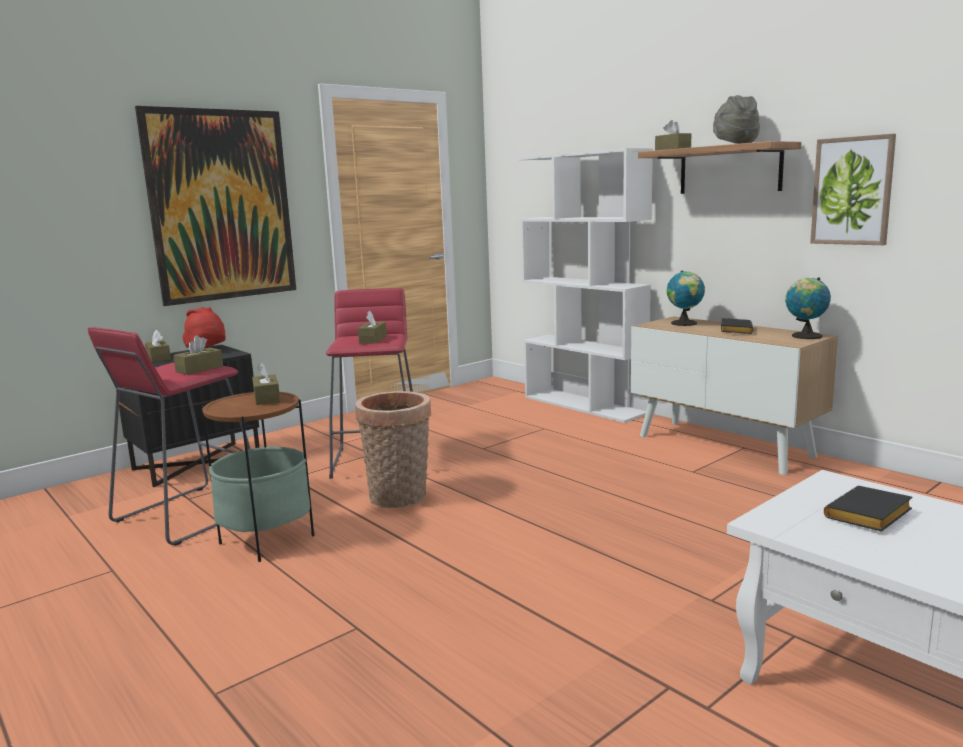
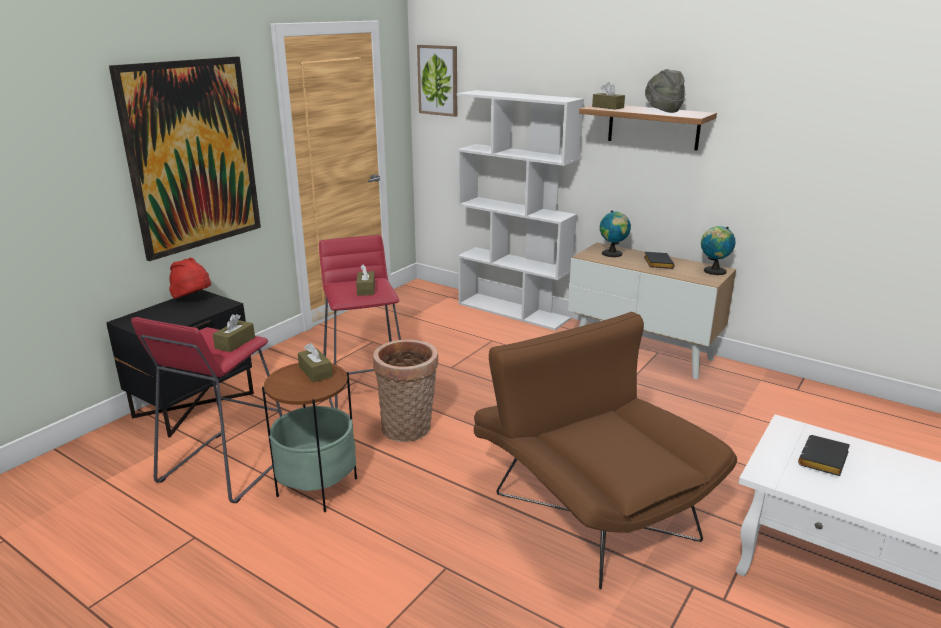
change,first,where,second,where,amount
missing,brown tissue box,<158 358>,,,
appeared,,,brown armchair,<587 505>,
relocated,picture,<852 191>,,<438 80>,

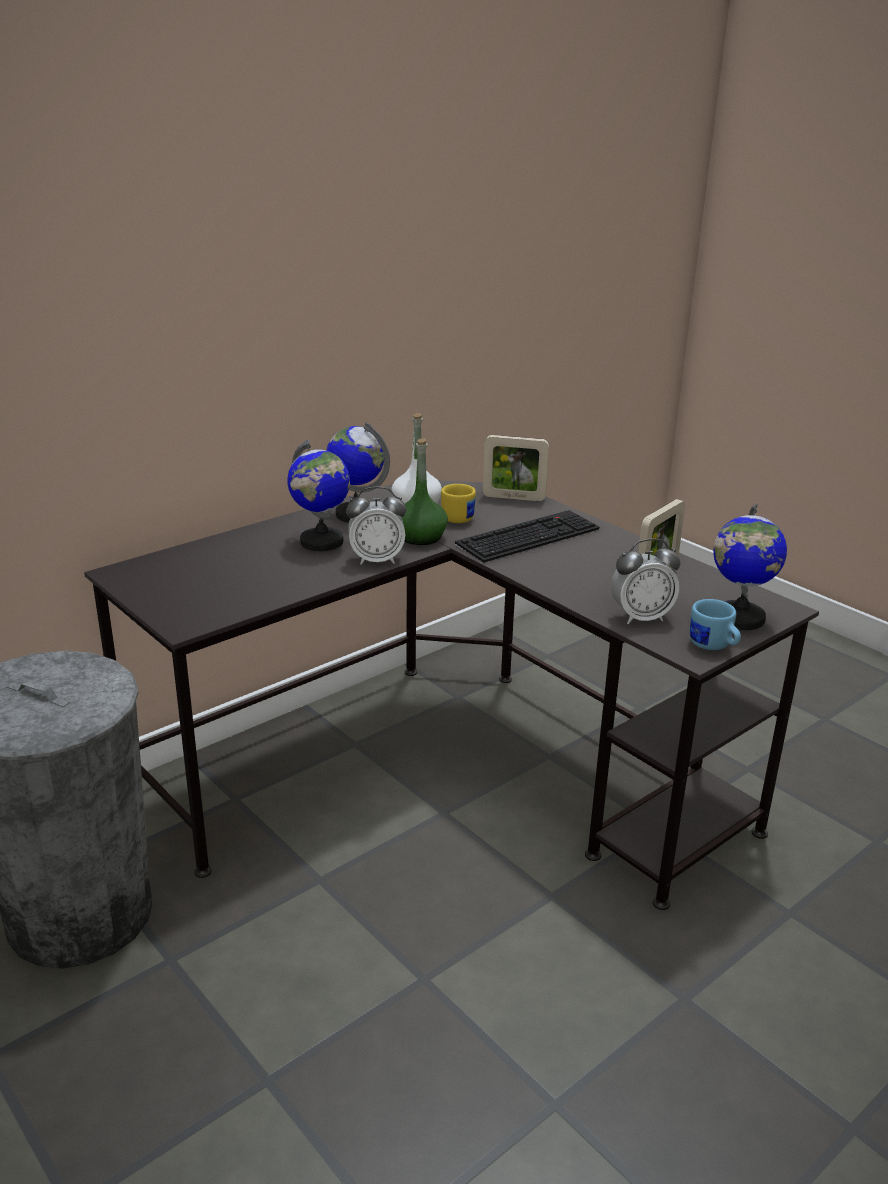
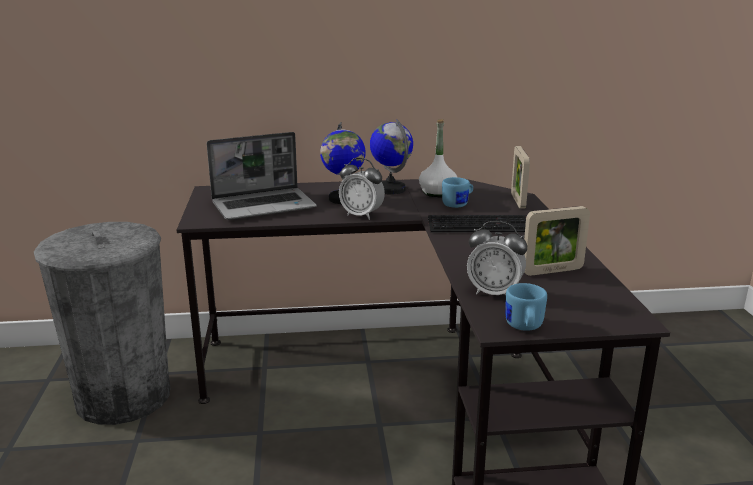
change,first,where,second,where,amount
missing,green bottle,<420 537>,,,
missing,globe,<739 618>,,,
appeared,,,laptop,<264 206>,
colour,yellow mug,<460 517>,blue mug,<458 204>,
spun,picture frame,<513 497>,,<518 201>,45 degrees clockwise

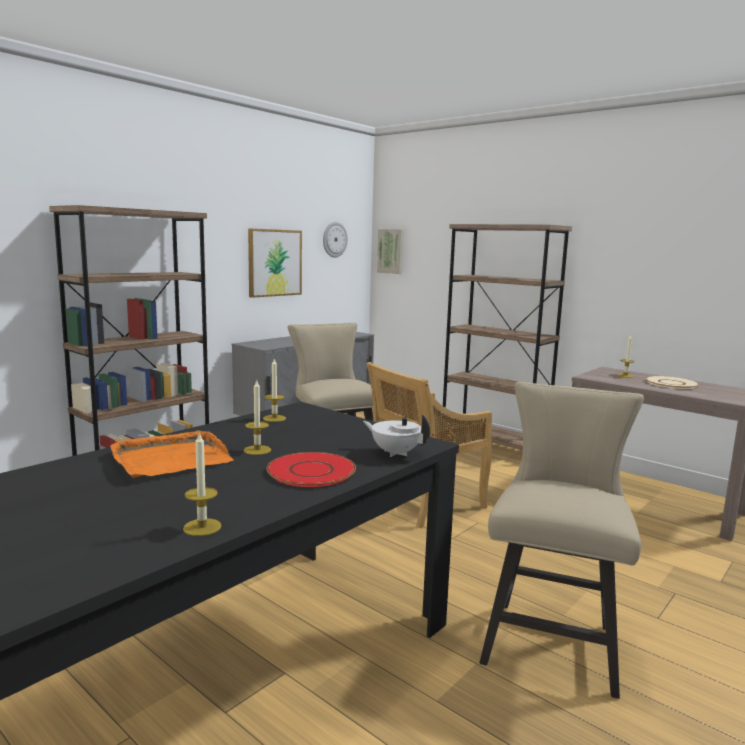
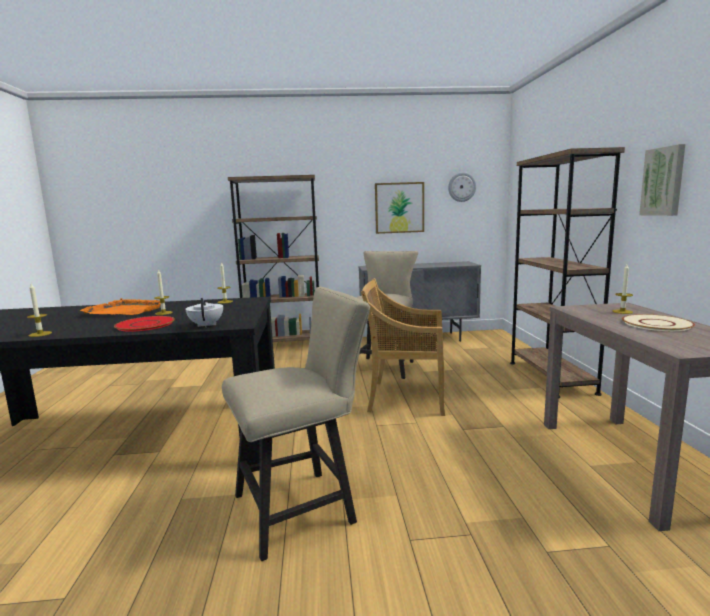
change,first,where,second,where,amount
relocated,picture,<391 251>,,<664 181>,

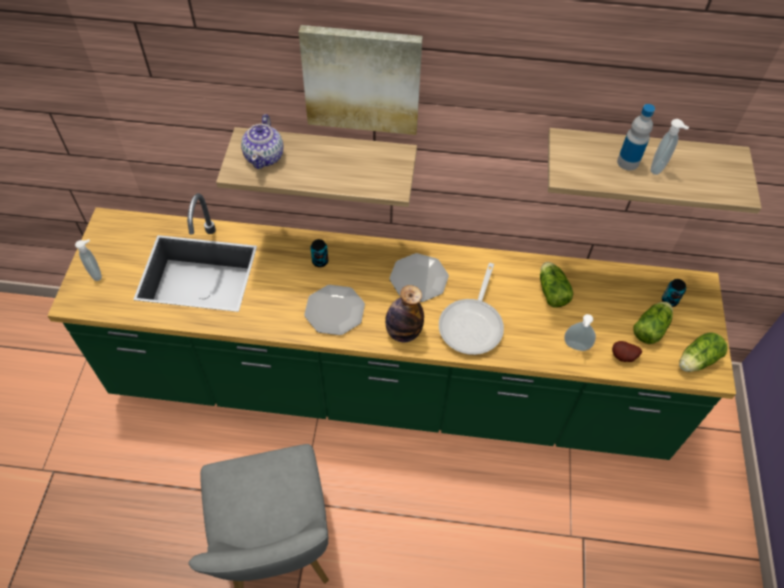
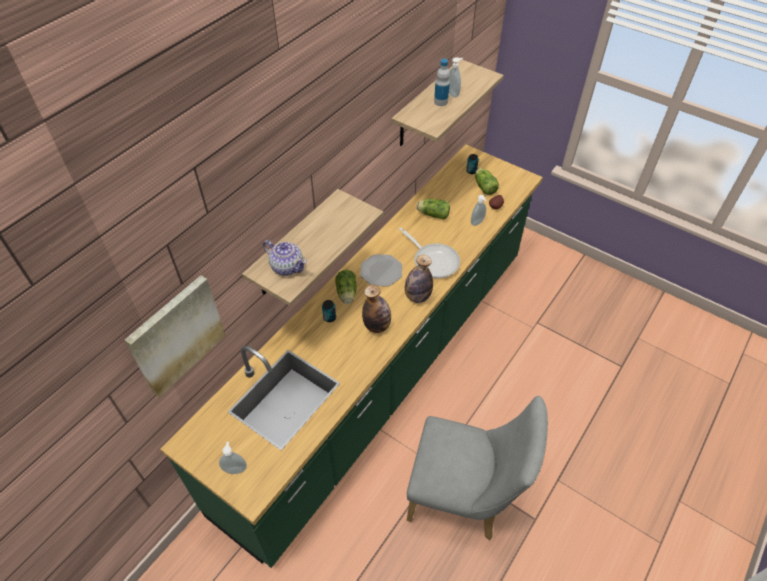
change,first,where,second,where,amount
relocated,picture,<362 79>,,<176 335>,
relocated,lettuce,<696 361>,,<347 294>,
exchanged,plate,<334 311>,bottle,<377 326>,

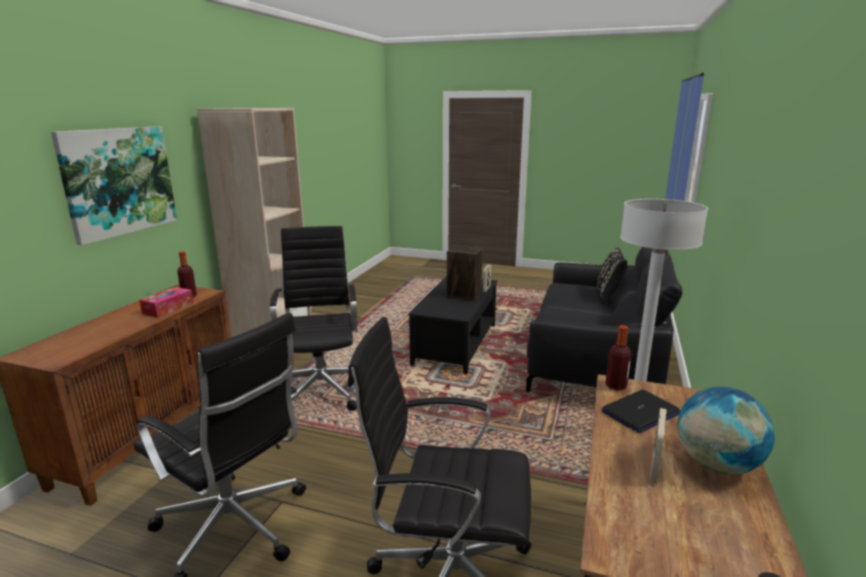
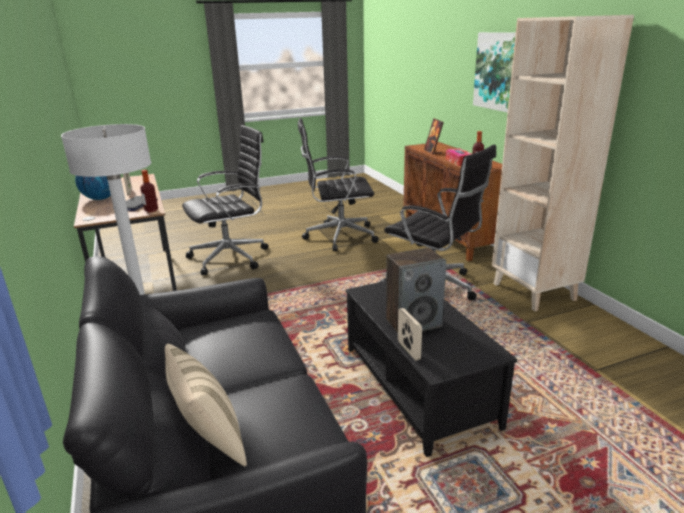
change,first,where,second,where,amount
appeared,,,picture frame,<433 152>,
colour,black pillow,<609 296>,beige pillow,<209 442>,

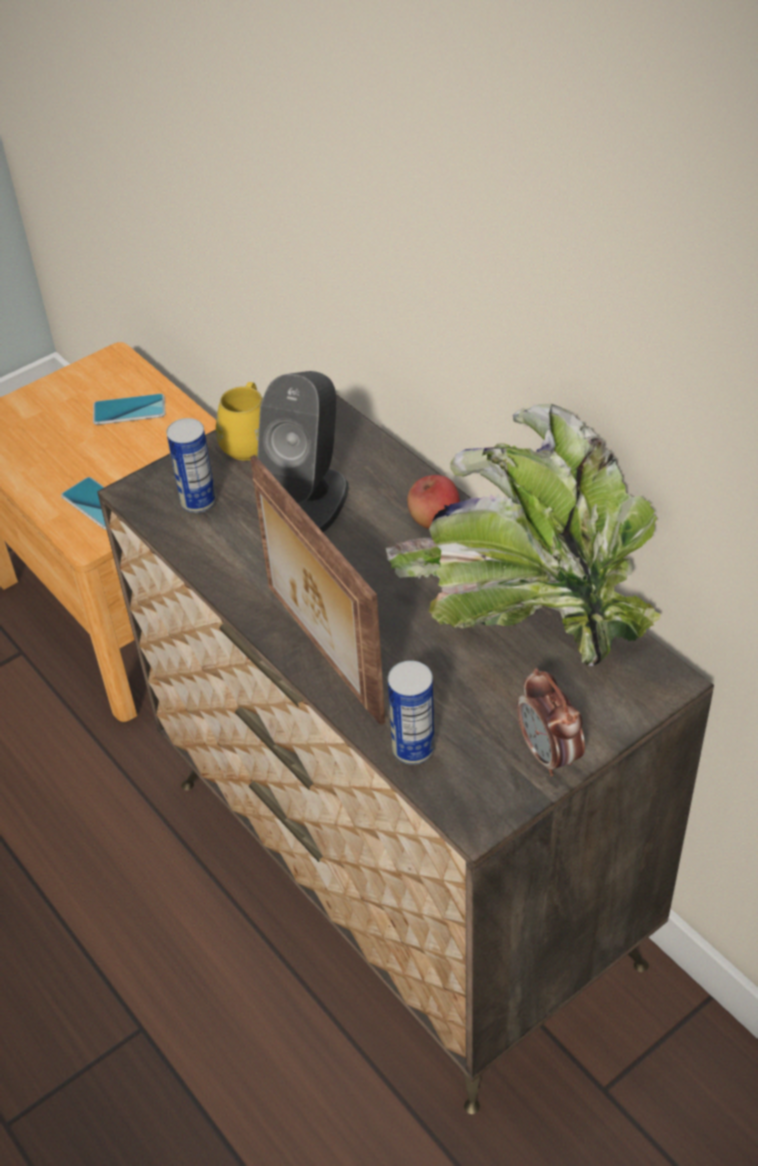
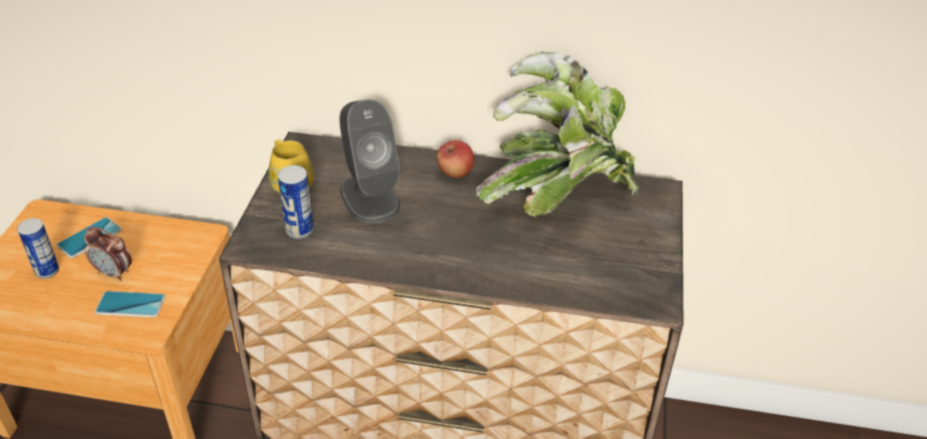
change,first,where,second,where,amount
missing,picture frame,<320 652>,,,
relocated,can,<413 749>,,<47 271>,
relocated,alarm clock,<549 754>,,<114 273>,

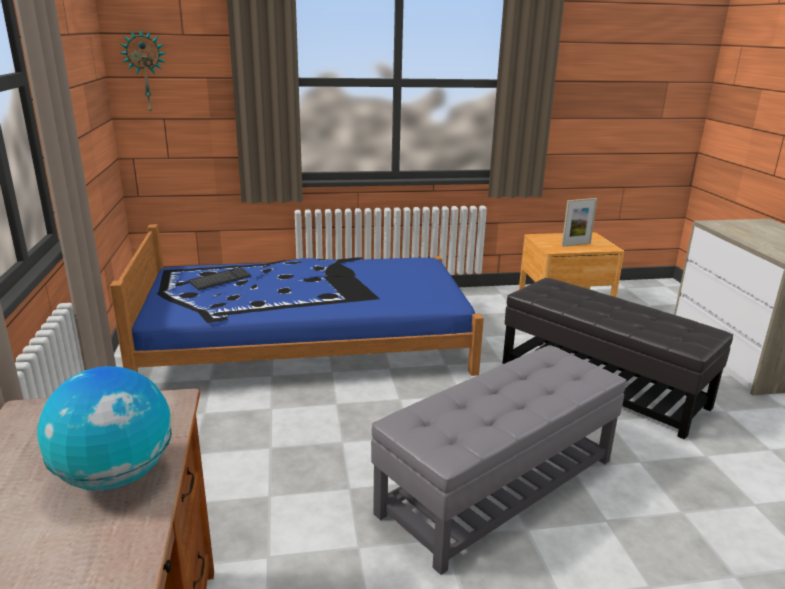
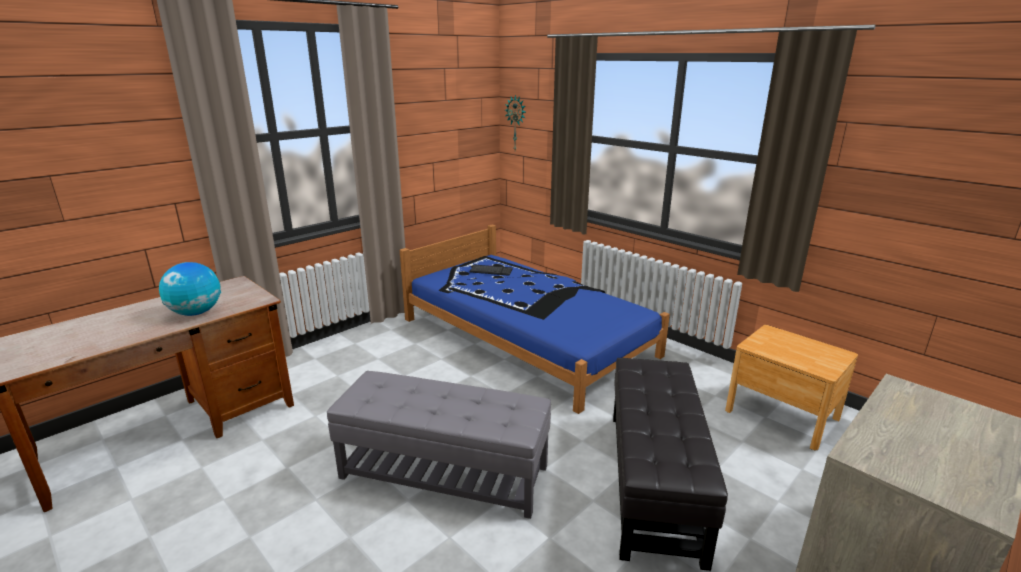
change,first,where,second,where,amount
missing,picture frame,<576 244>,,,

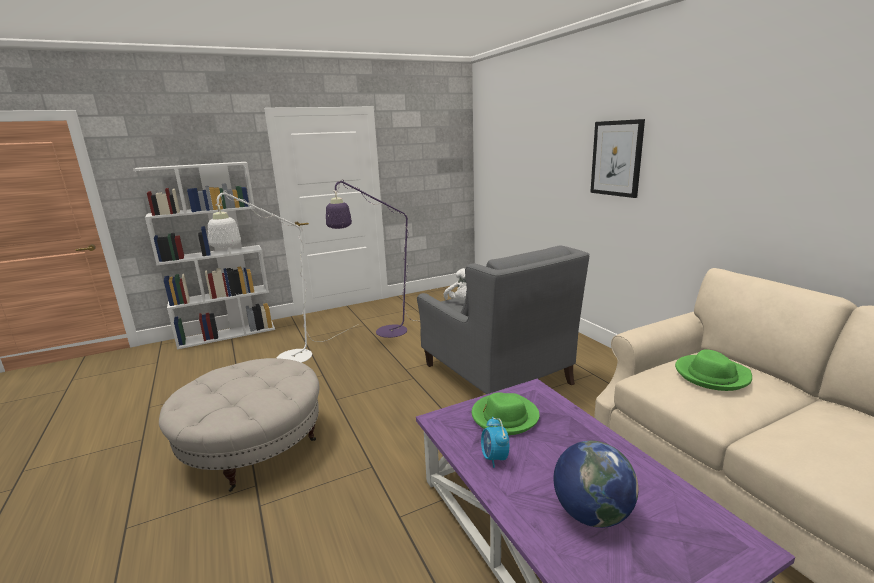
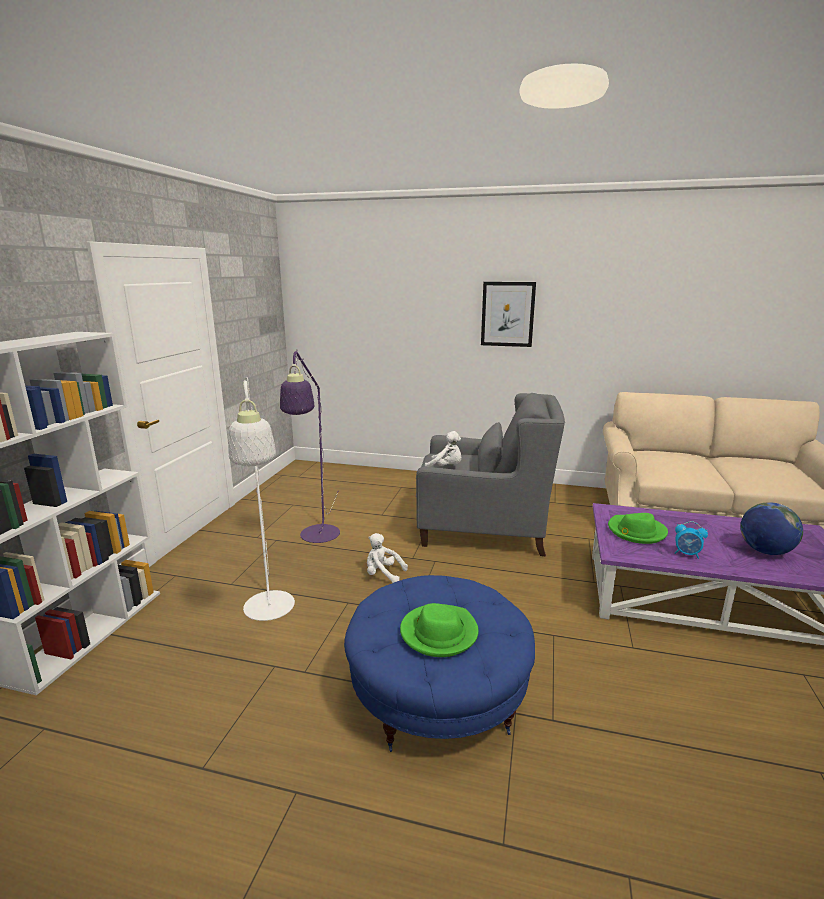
change,first,where,second,where,amount
appeared,,,white plush toy,<383 574>,
relocated,green hat,<711 375>,,<439 633>,
colour,beige ottoman,<253 446>,blue ottoman,<438 694>,

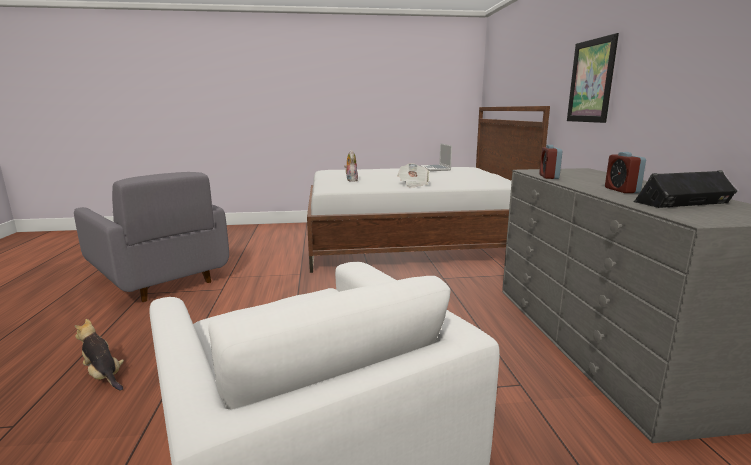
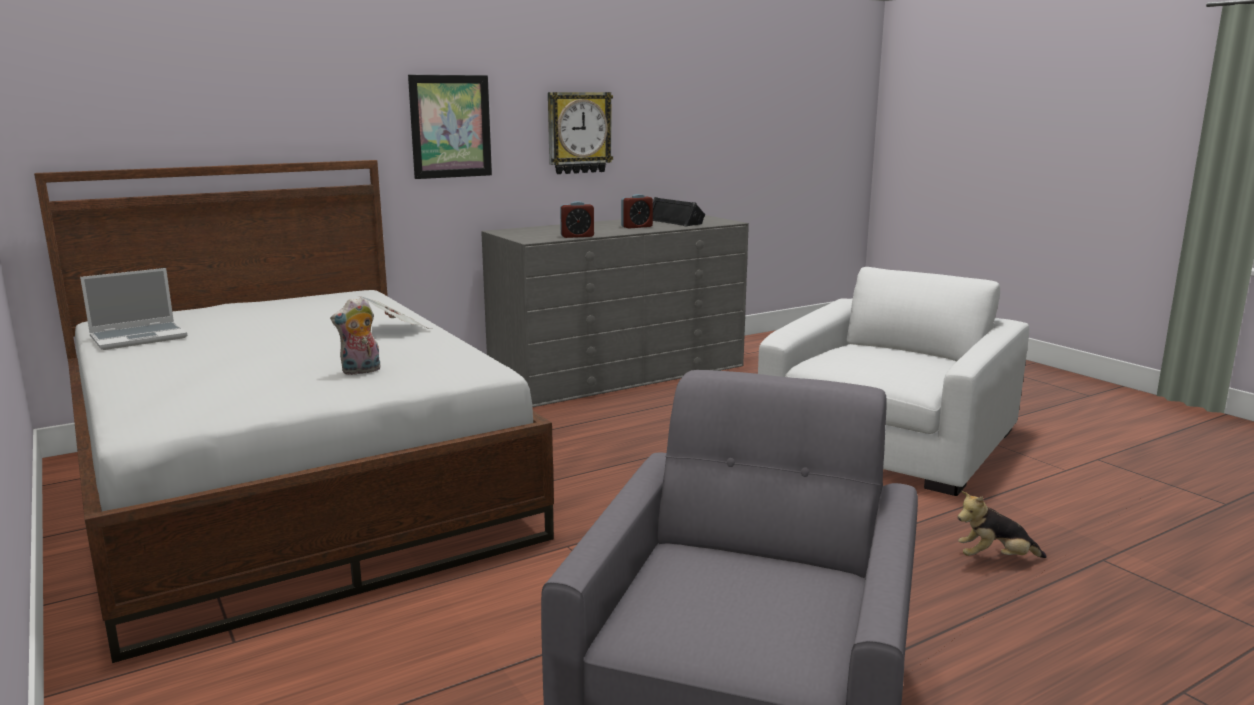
change,first,where,second,where,amount
appeared,,,wall clock,<578 133>,
spun,plush toy,<104 376>,,<995 559>,75 degrees clockwise

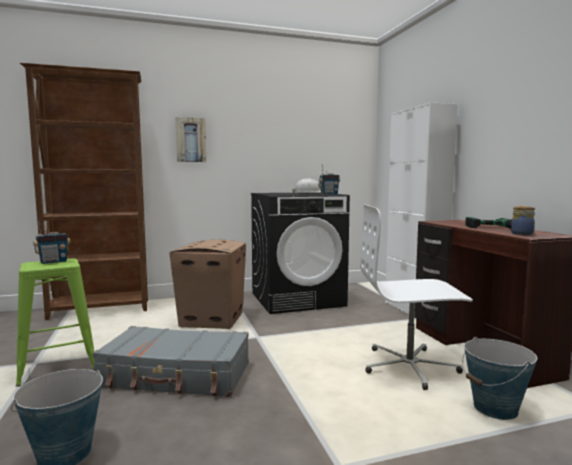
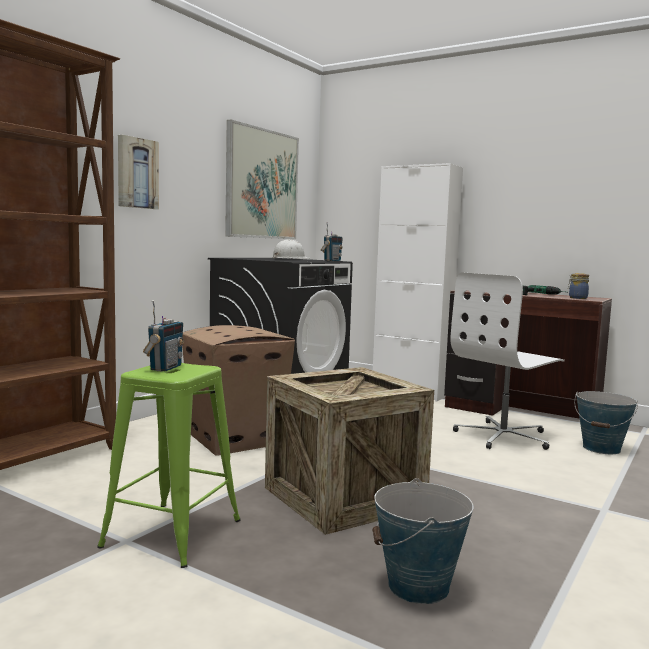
change,first,where,second,where,amount
appeared,,,picture,<262 184>,
exchanged,grey suitcase,<176 375>,crate,<343 497>,

